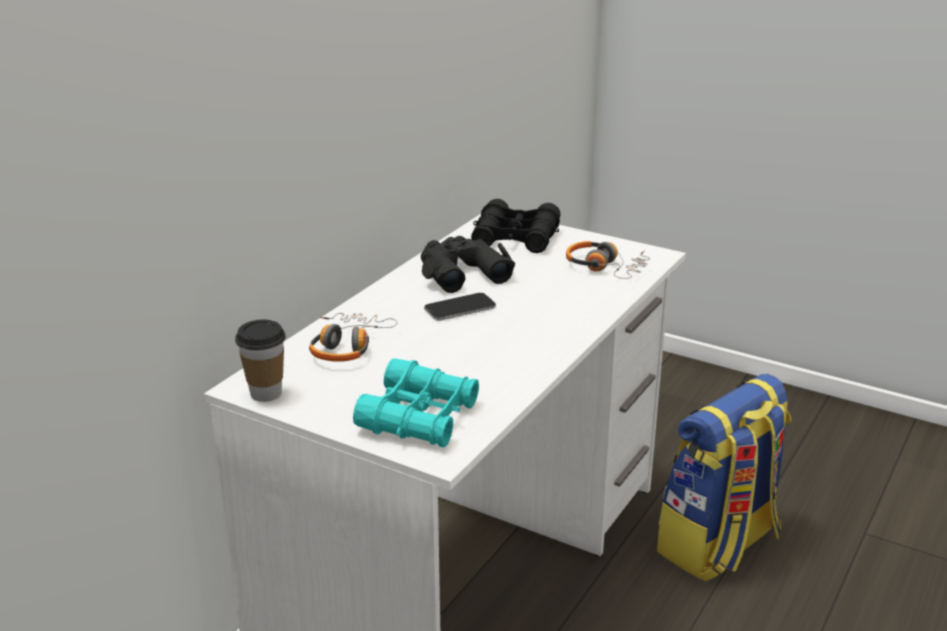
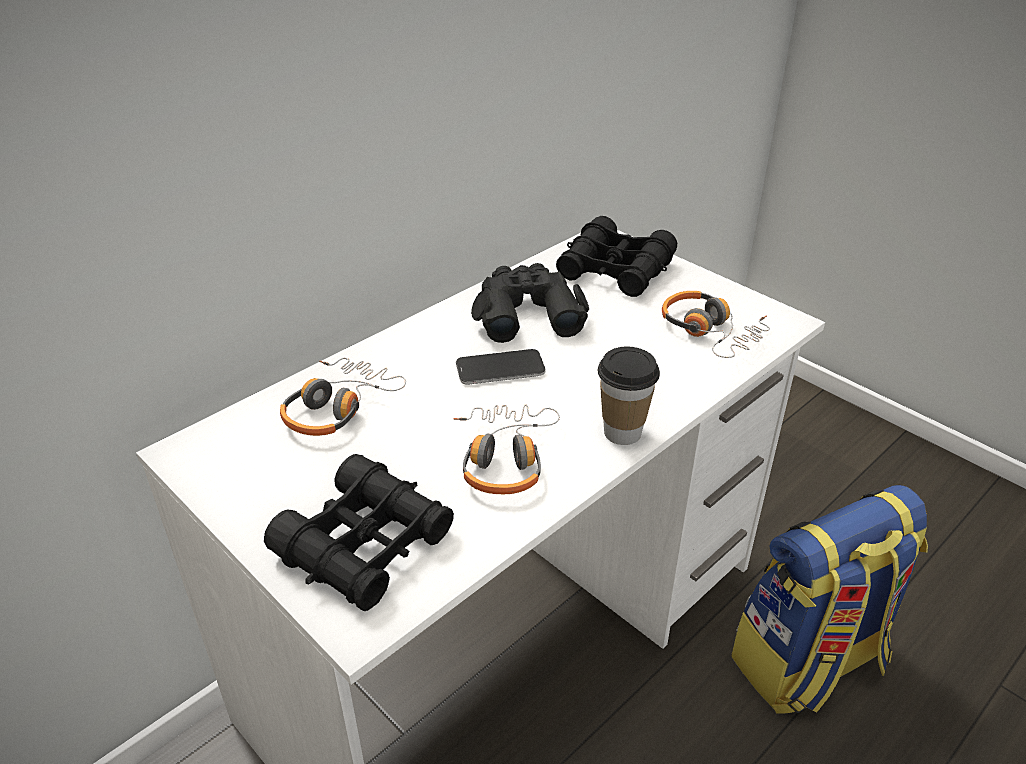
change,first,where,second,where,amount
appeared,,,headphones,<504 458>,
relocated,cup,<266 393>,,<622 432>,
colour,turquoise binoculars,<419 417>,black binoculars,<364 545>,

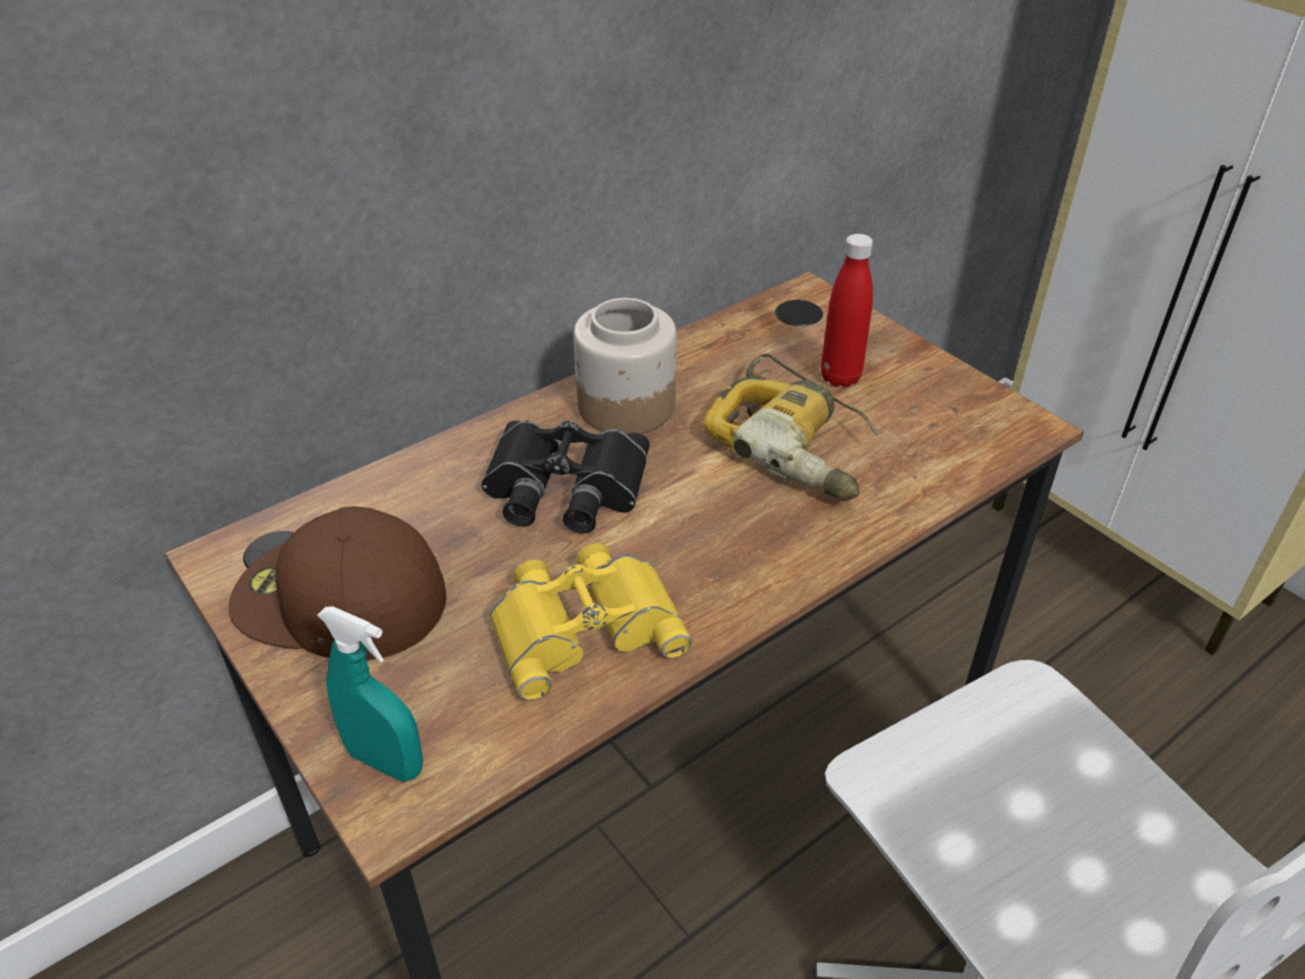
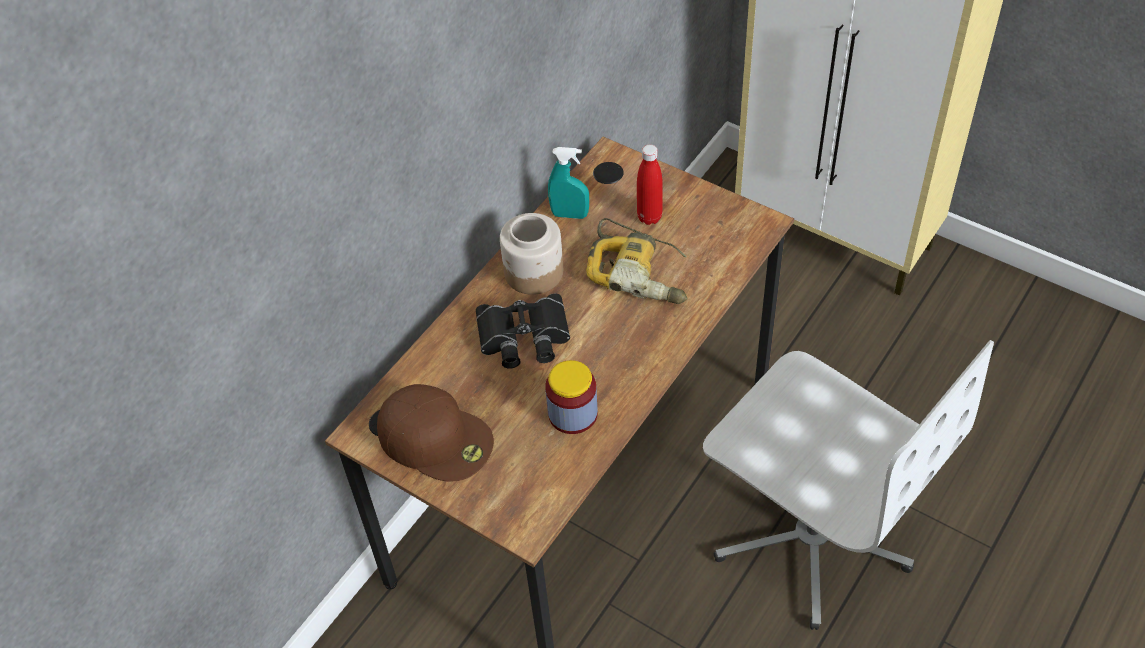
change,first,where,second,where,amount
relocated,turquoise spray bottle,<386 761>,,<570 214>,
exchanged,yellow binoculars,<585 625>,jar,<573 414>,
spun,brown cap,<336 598>,,<437 438>,150 degrees counterclockwise

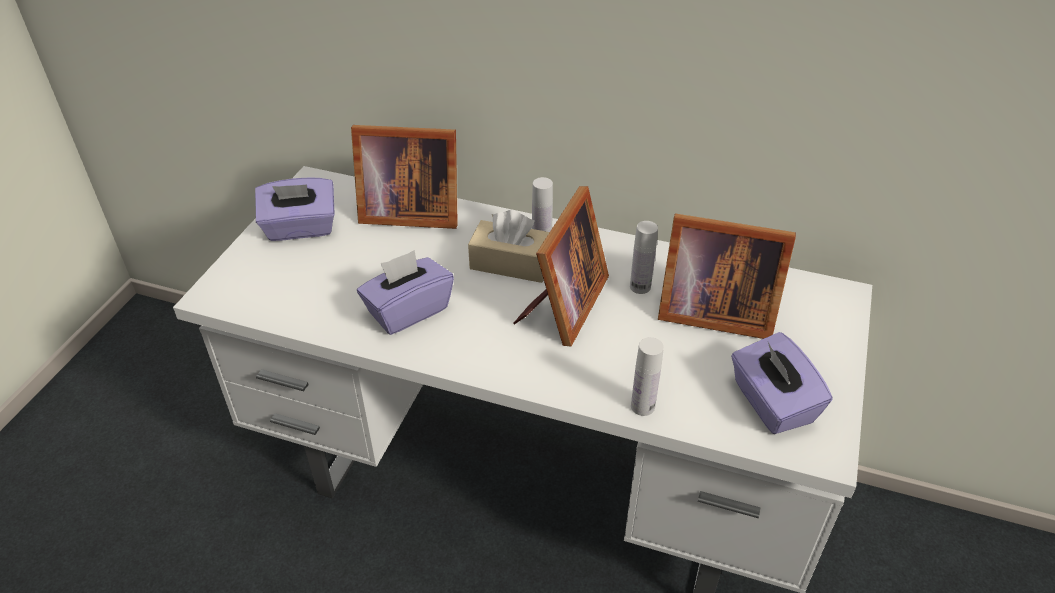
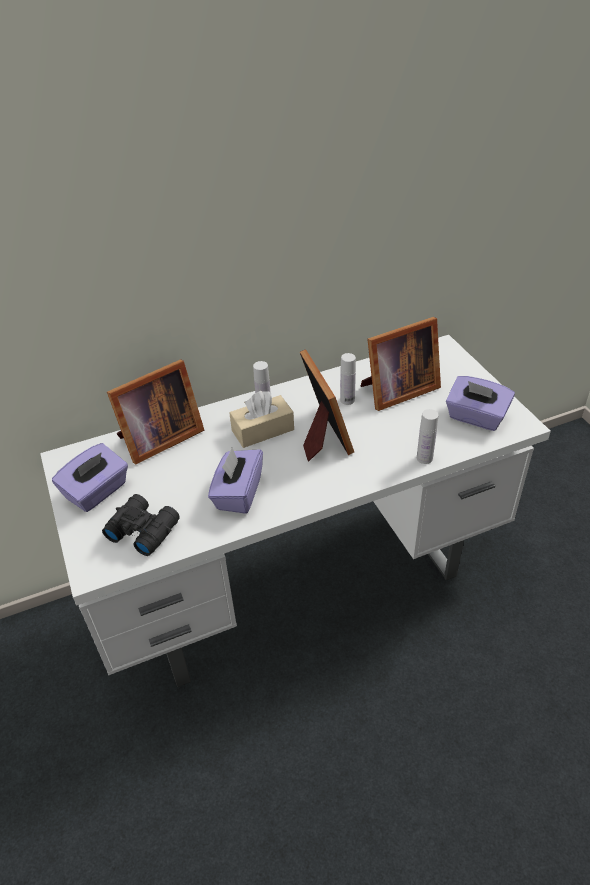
change,first,where,second,where,amount
appeared,,,black binoculars,<143 529>,

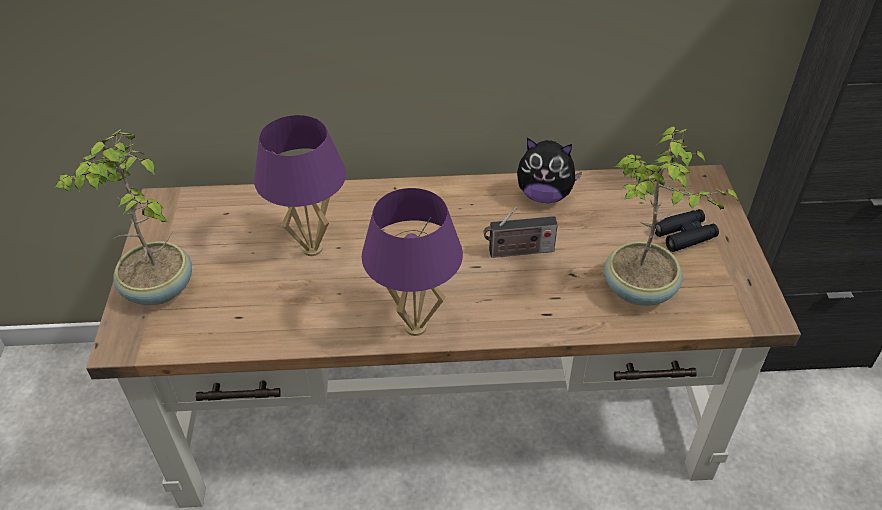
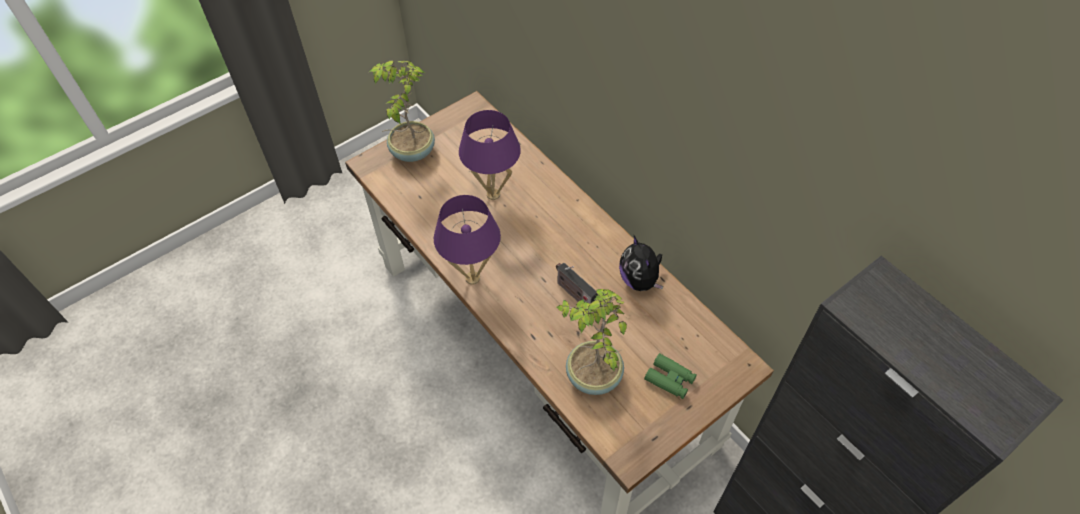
change,first,where,second,where,amount
colour,black binoculars,<684 235>,green binoculars,<670 379>,

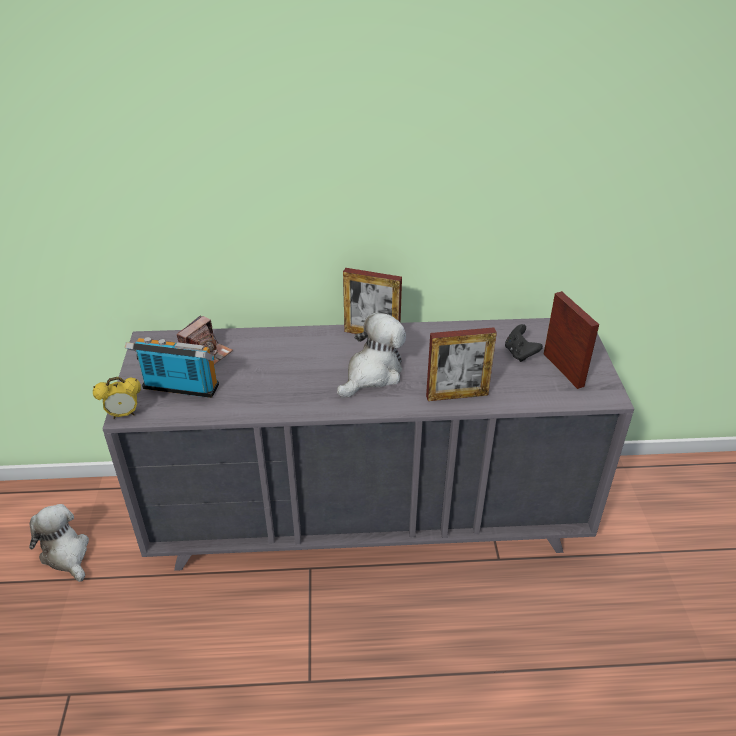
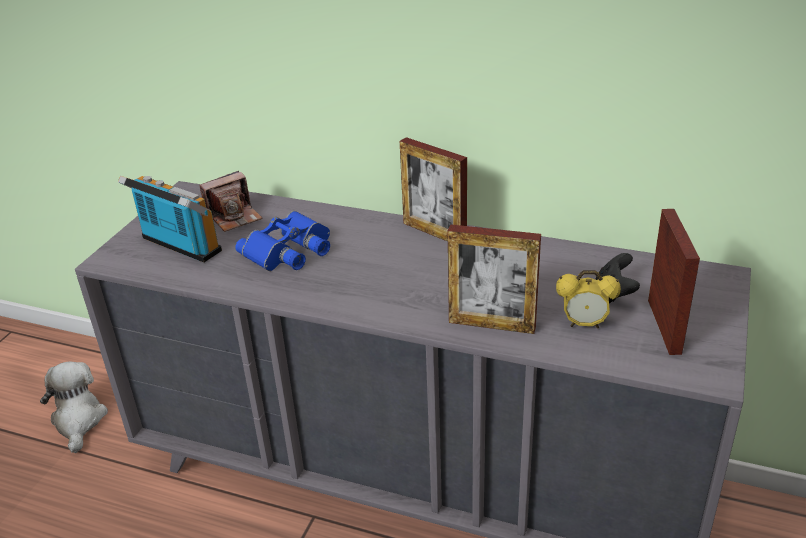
change,first,where,second,where,amount
missing,plush toy,<372 374>,,,
appeared,,,blue binoculars,<290 250>,
relocated,alarm clock,<124 414>,,<584 324>,

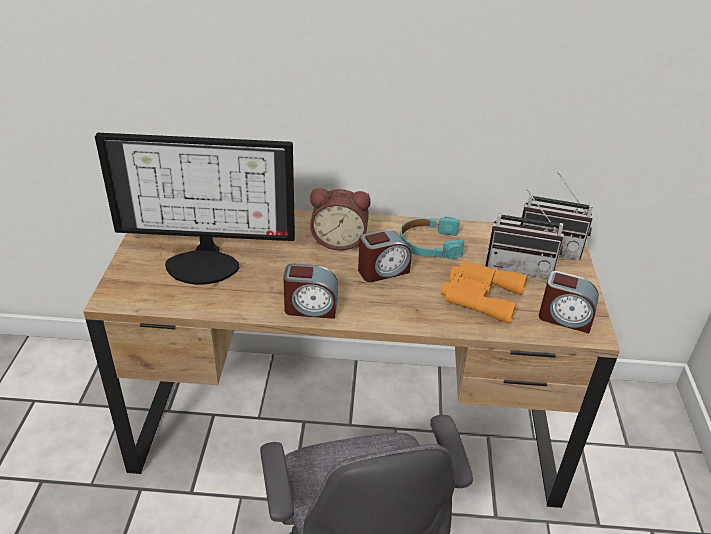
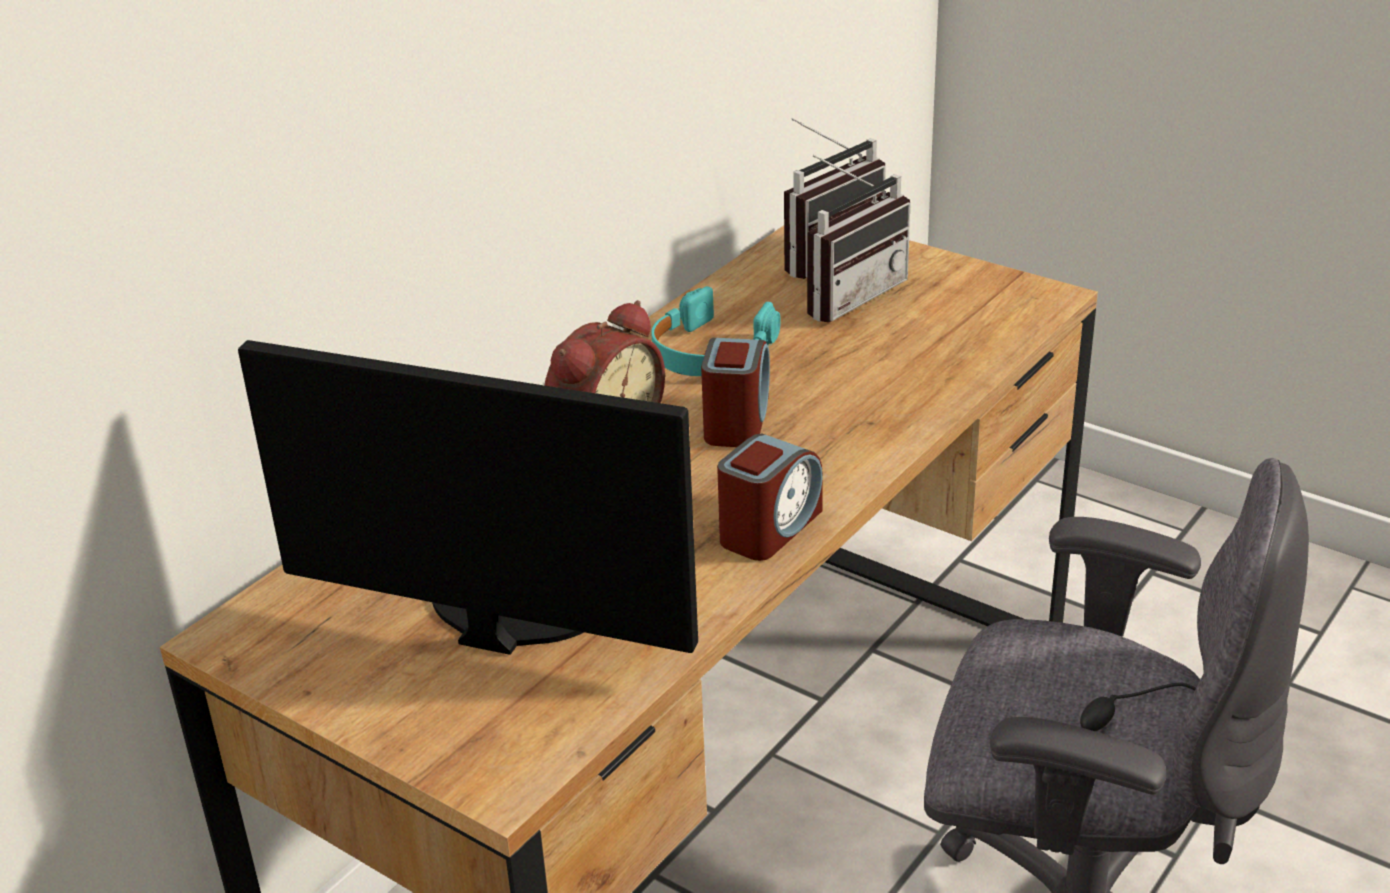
change,first,where,second,where,amount
missing,orange binoculars,<479 295>,,,
missing,alarm clock,<565 318>,,,
spun,monitor,<205 262>,,<503 617>,105 degrees counterclockwise

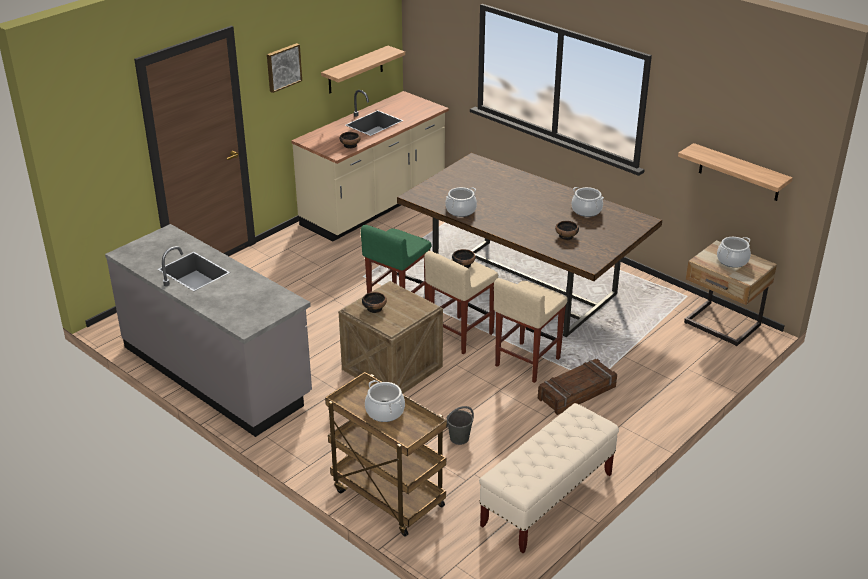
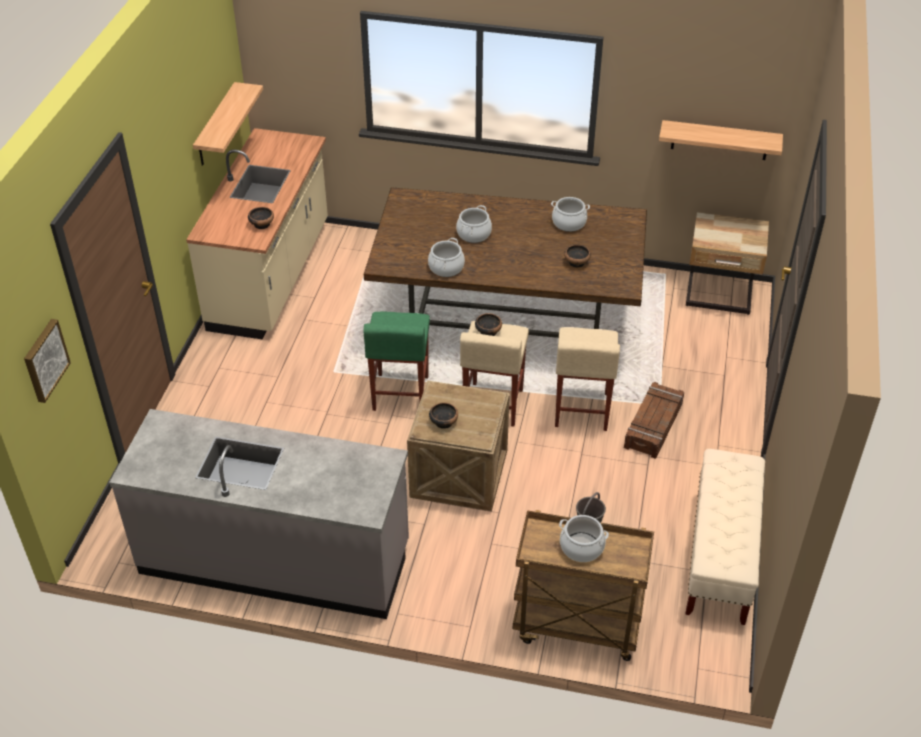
change,first,where,second,where,amount
relocated,picture,<283 67>,,<44 360>,
relocated,cooking pot,<732 260>,,<473 234>,

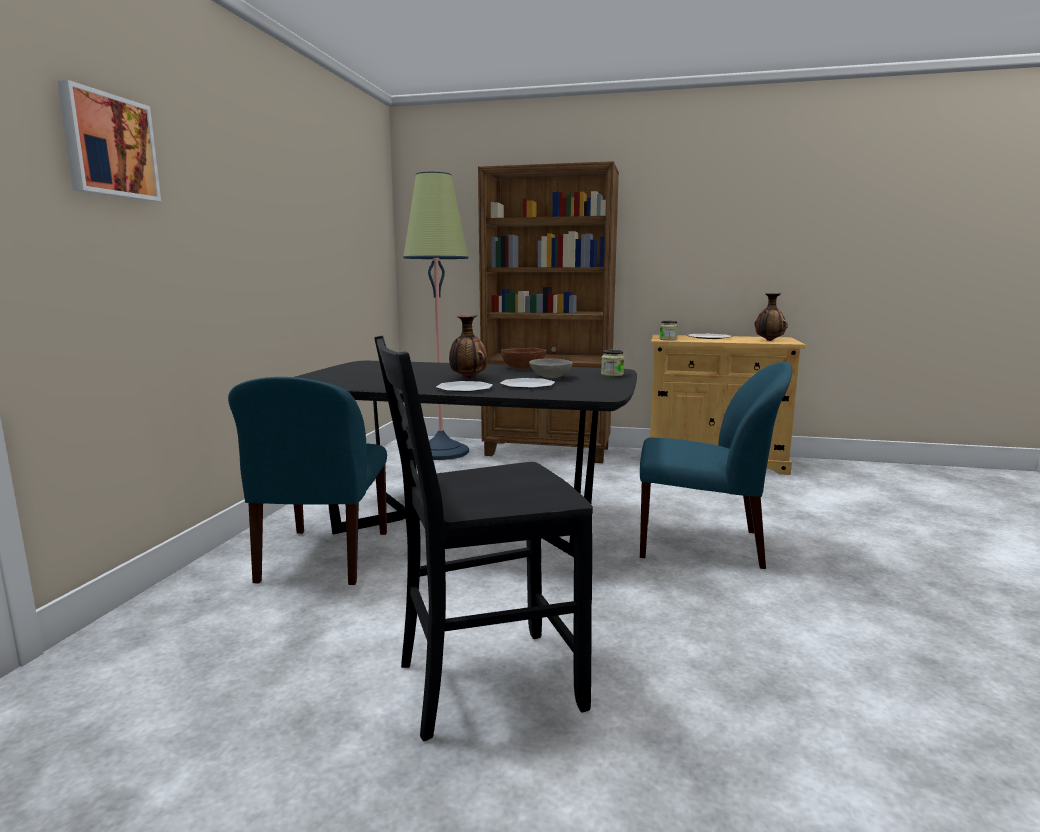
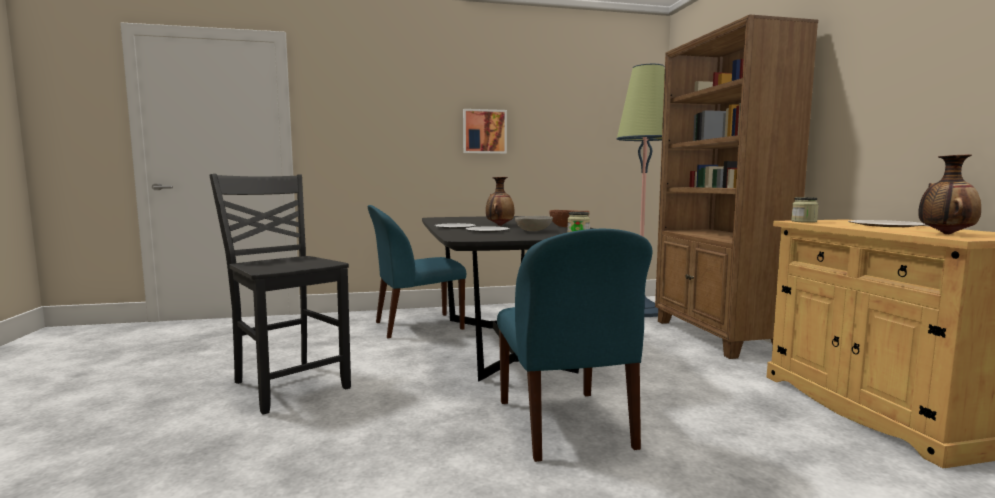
change,first,where,second,where,amount
relocated,picture,<108 146>,,<484 131>,

